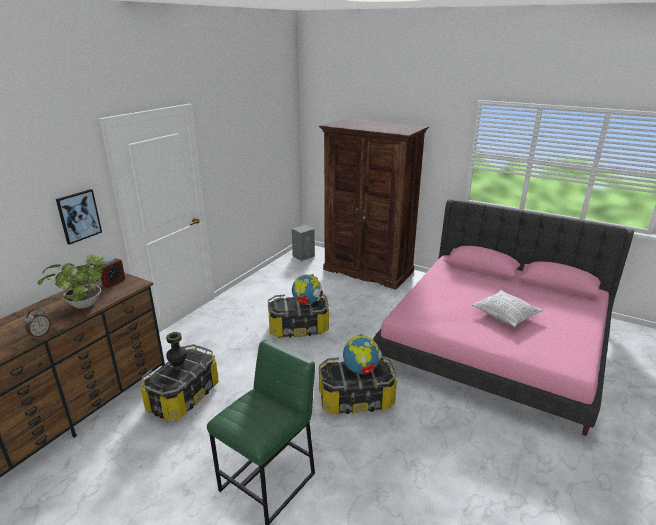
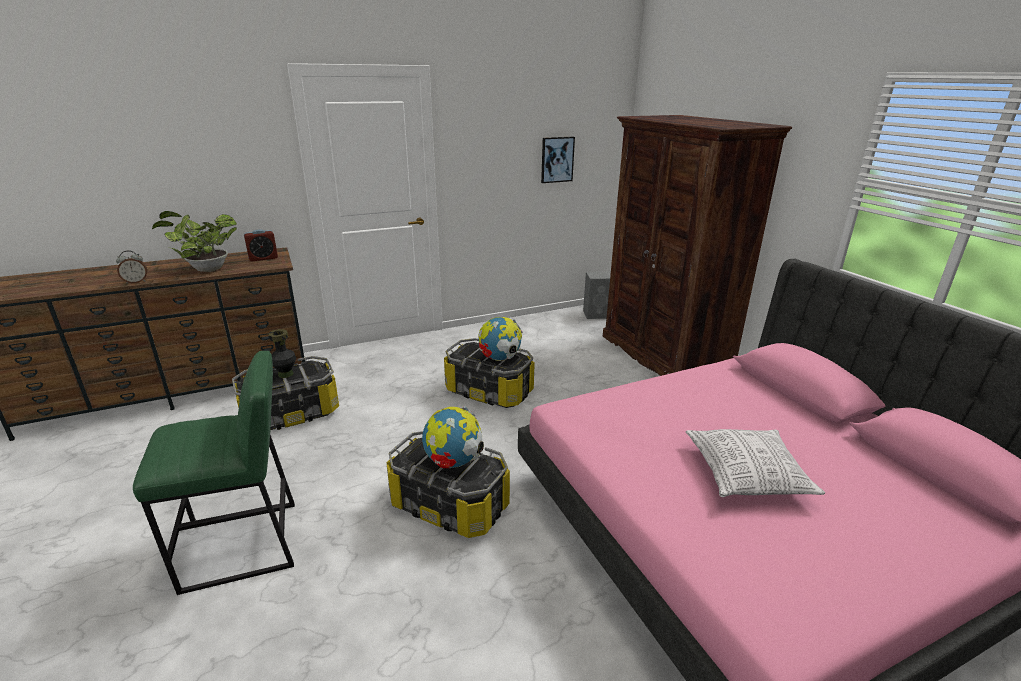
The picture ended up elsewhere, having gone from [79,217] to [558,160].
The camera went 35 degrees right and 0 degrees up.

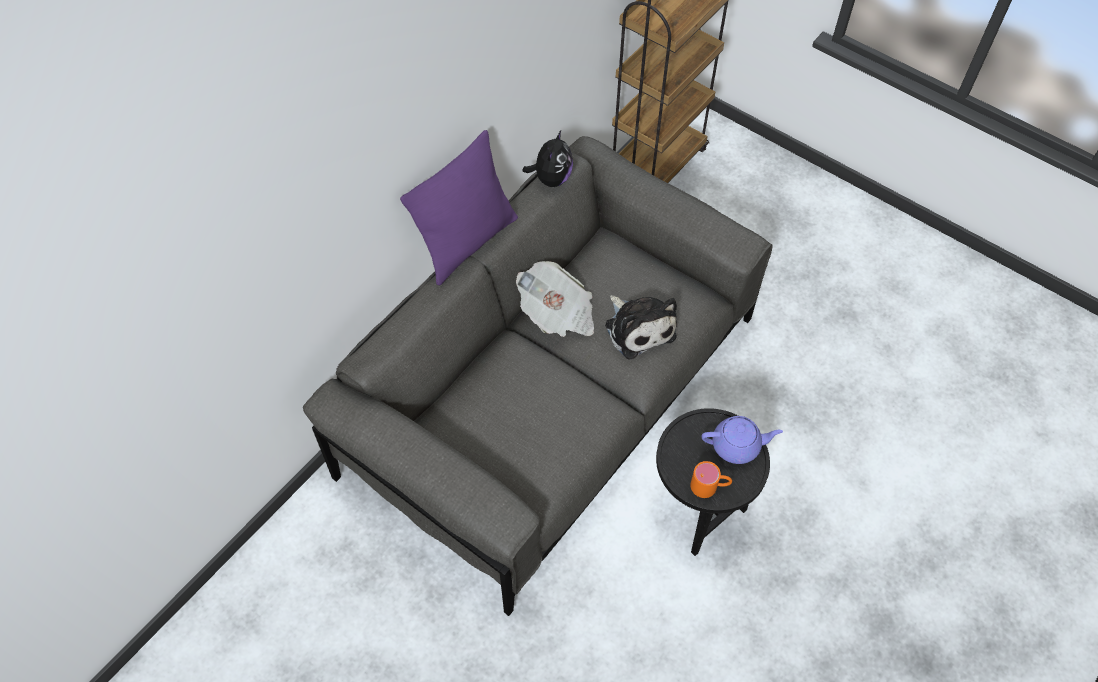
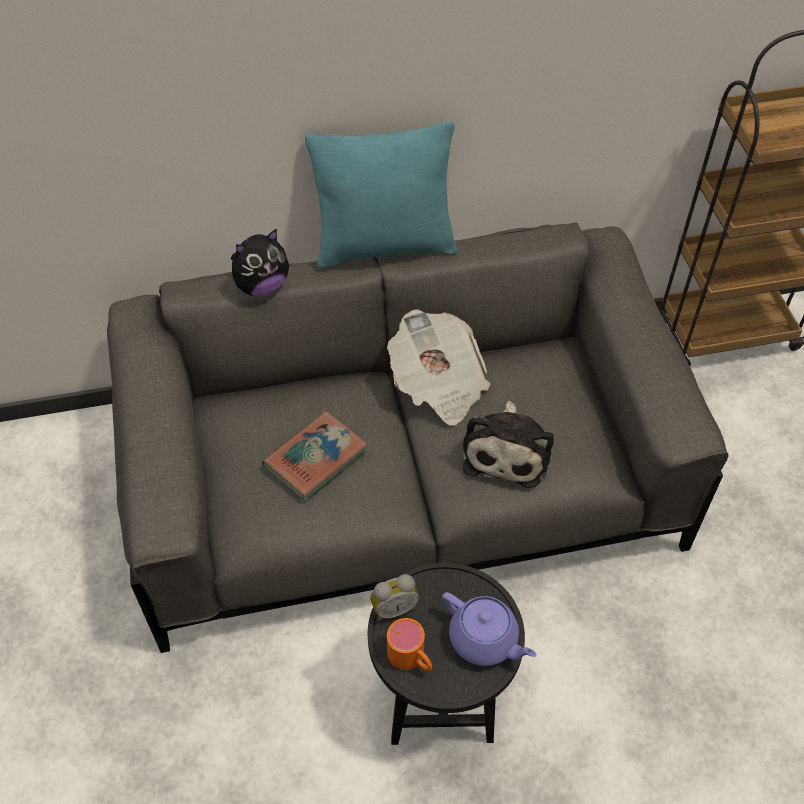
The second view gained the book at [314,456].
The second view gained the alarm clock at [394,597].
The plush toy ended up elsewhere, having gone from [547,159] to [260,262].
What was the purple pillow at [459,207] turned into the turquoise pillow at [381,194].
The camera went 40 degrees right and 5 degrees down.

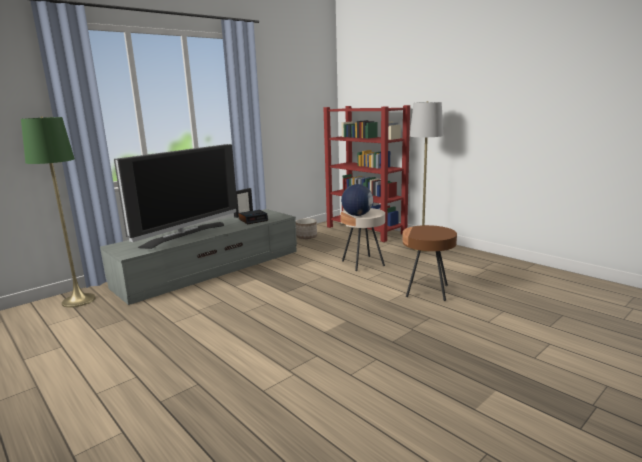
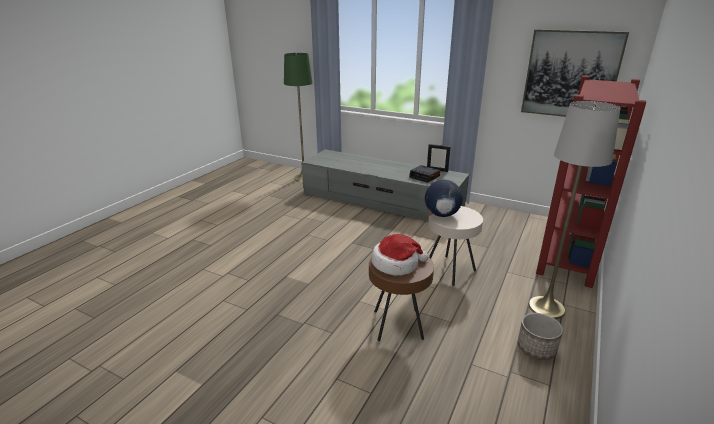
The second view lost the television at [176,196].
The second view gained the hat at [399,255].
The second view gained the picture at [575,73].
The planter ended up elsewhere, having gone from [306,228] to [540,336].
The camera went 70 degrees right and 10 degrees up.

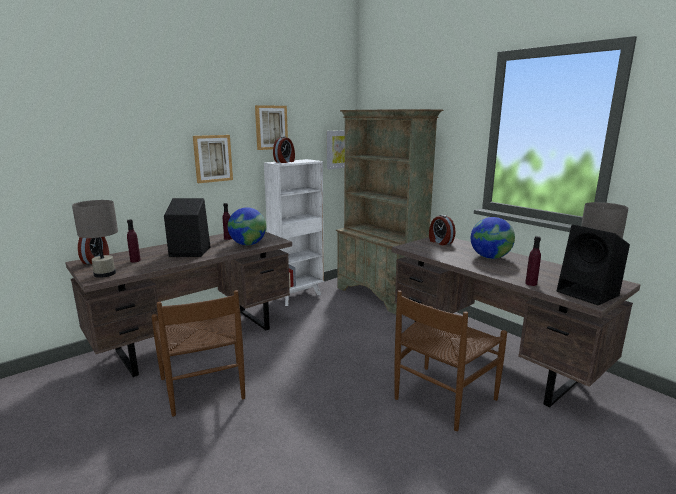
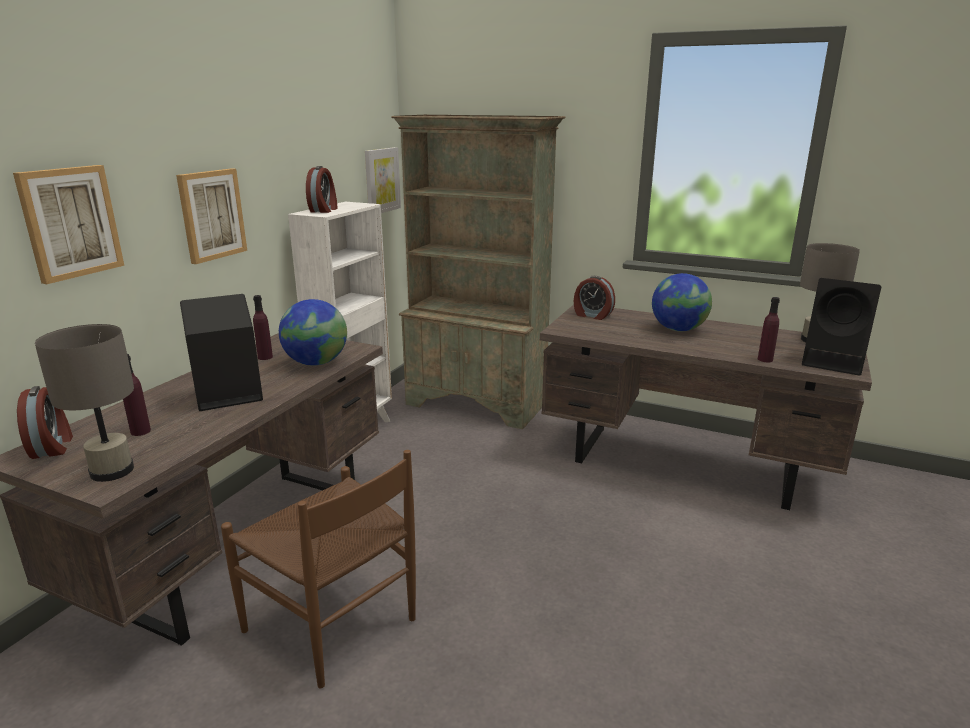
The second view lost the brown chair at [450,360].
The picture ended up elsewhere, having gone from [271,127] to [68,224].
The camera went 25 degrees left and 5 degrees up.

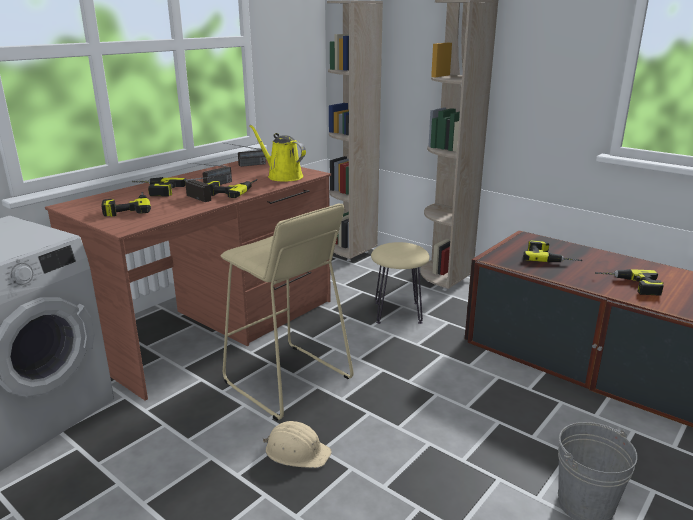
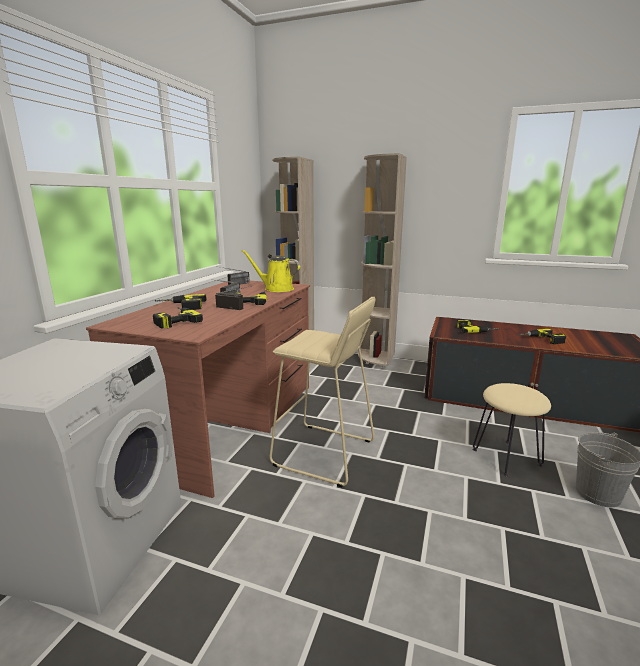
The second view lost the beige hard hat at [297,444].
The beige stool ended up elsewhere, having gone from [400,283] to [511,429].
The camera went 20 degrees left and 5 degrees down.

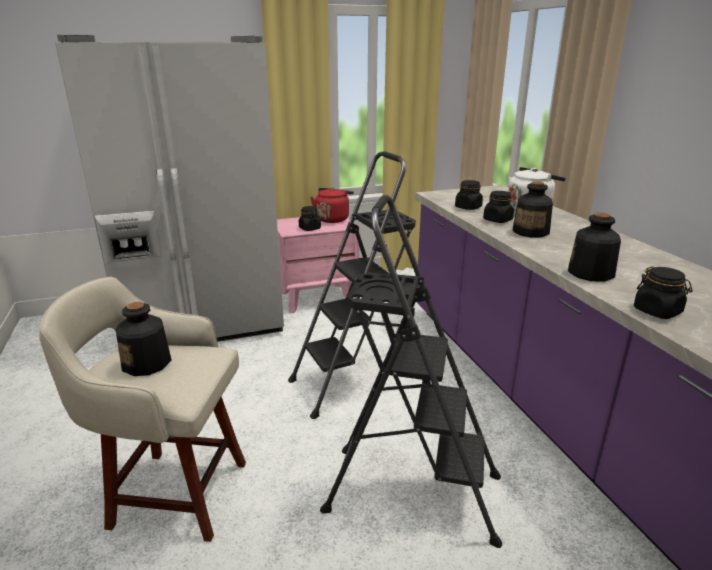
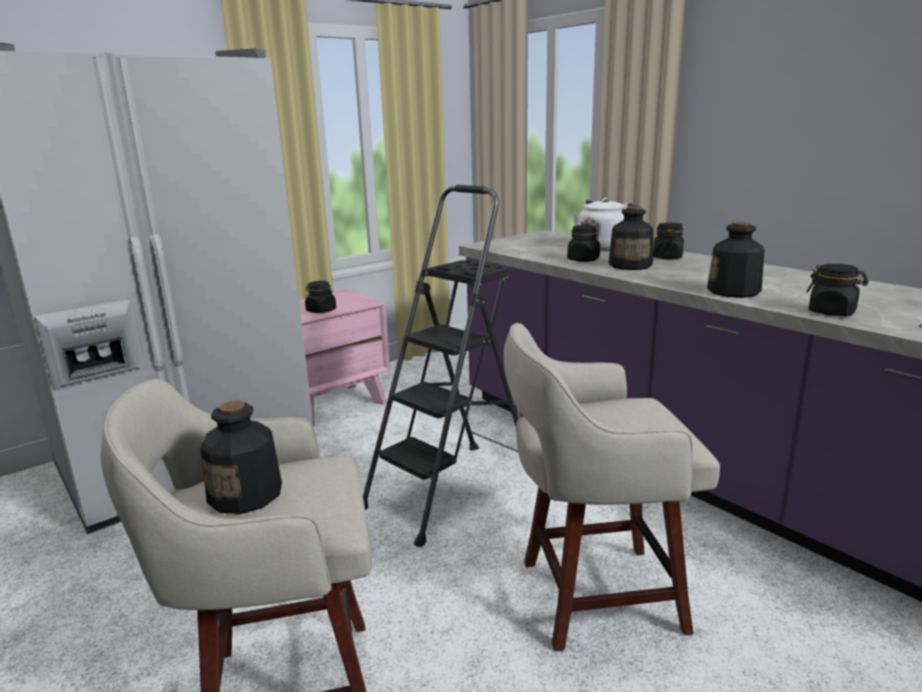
The second view lost the red kettle at [332,205].
The black jar ended up elsewhere, having gone from [469,195] to [668,241].
Where the step ladder stood at [411,371], the beige stool came to stand at [612,487].
The camera went 20 degrees left and 5 degrees down.

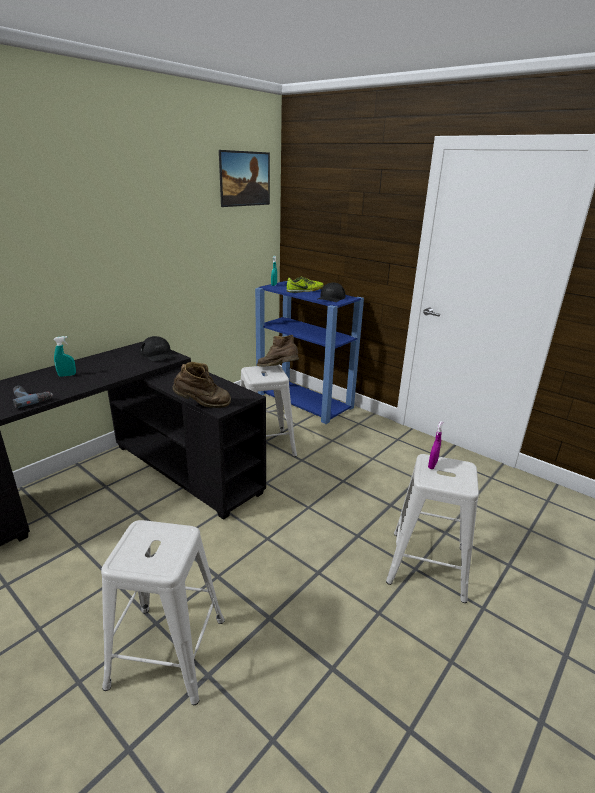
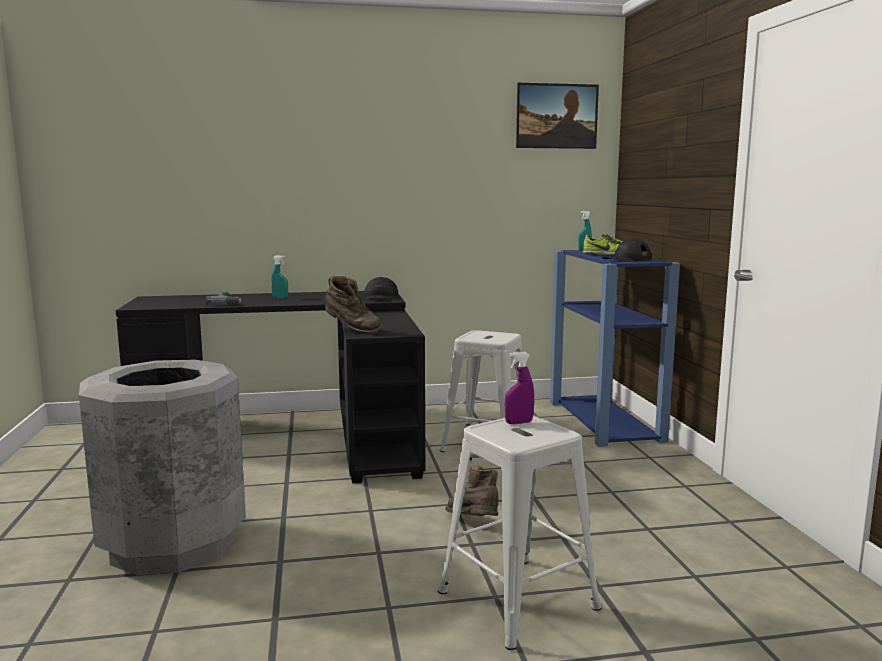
The brown boot ended up elsewhere, having gone from [278,351] to [471,491].
Where the white stool stood at [163,612], the grey trash can came to stand at [162,467].
The camera went 40 degrees right and 15 degrees down.

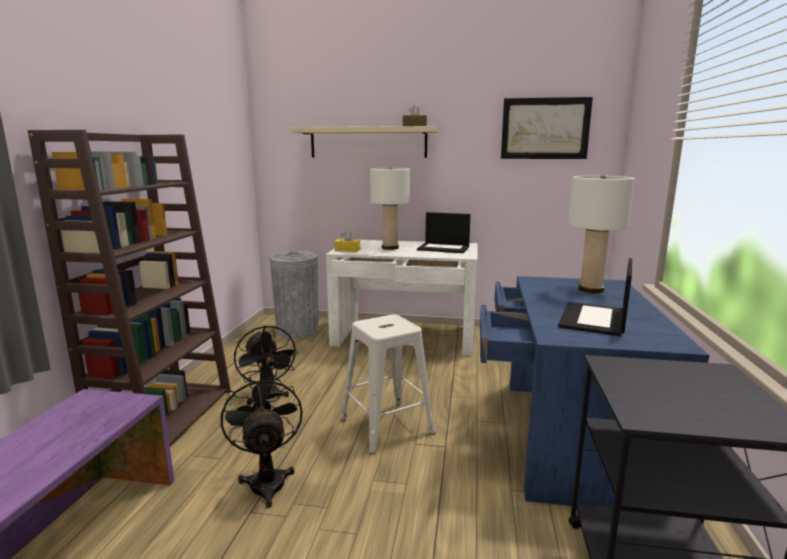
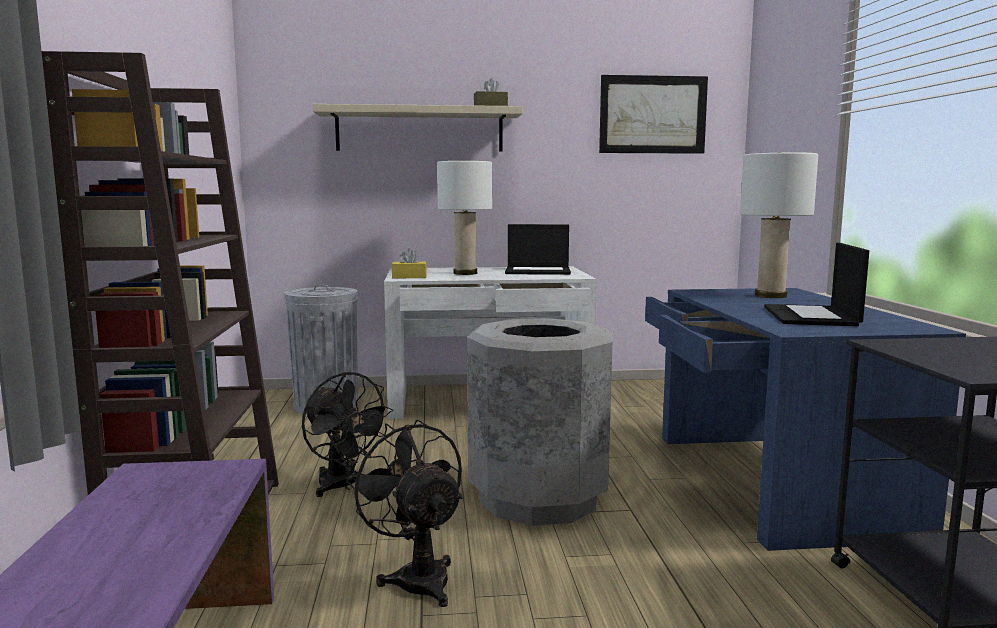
Where the white stool stood at [388,385], the grey trash can came to stand at [540,422].
The camera went 15 degrees left and 5 degrees down.

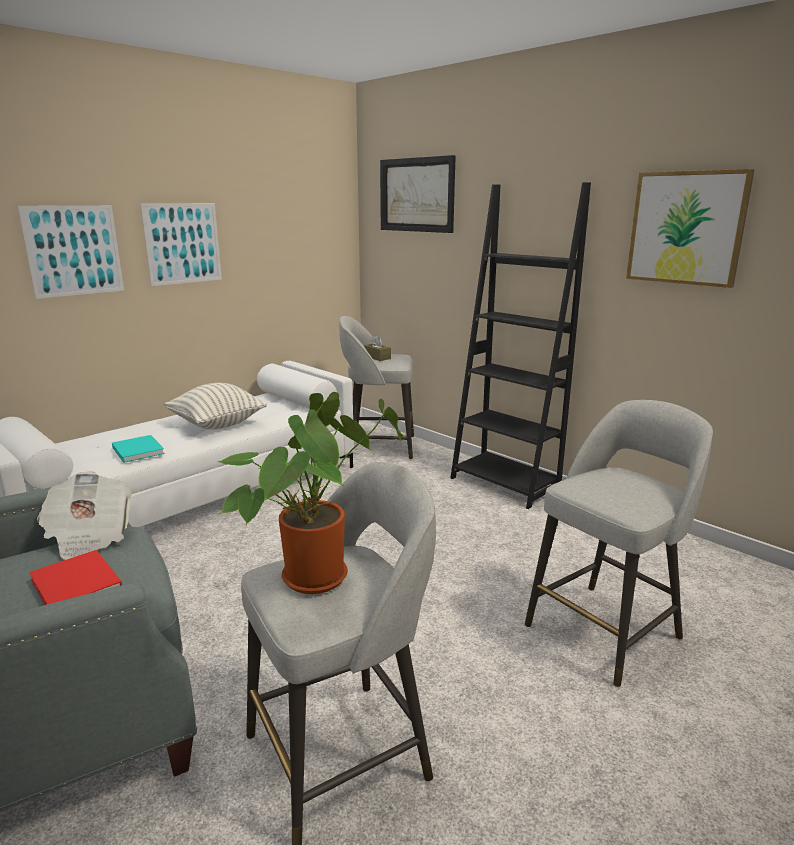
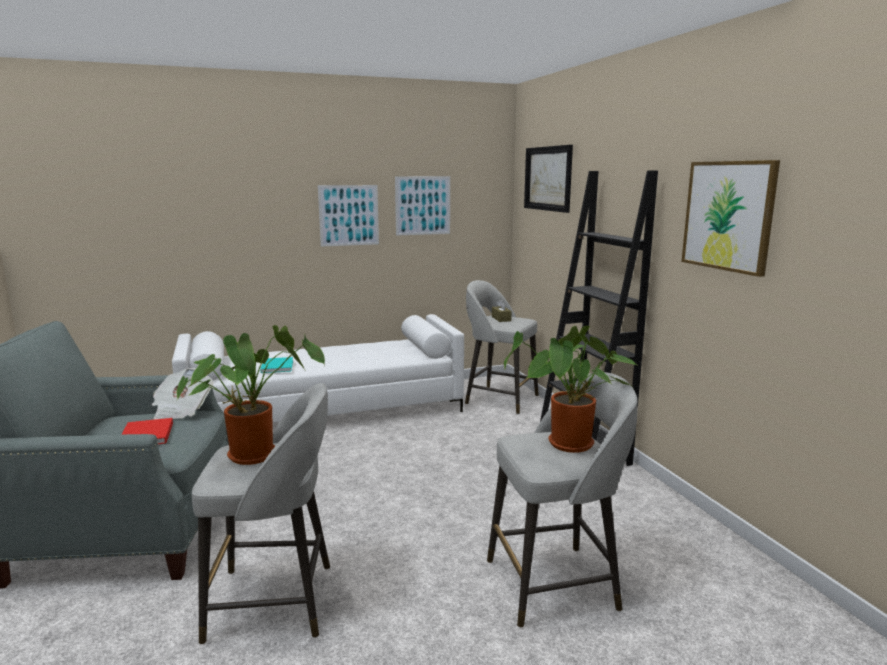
The second view lost the pillow at [215,406].
The second view gained the potted plant at [571,389].
The picture ended up elsewhere, having gone from [70,252] to [422,206].
The camera went 25 degrees right and 5 degrees down.

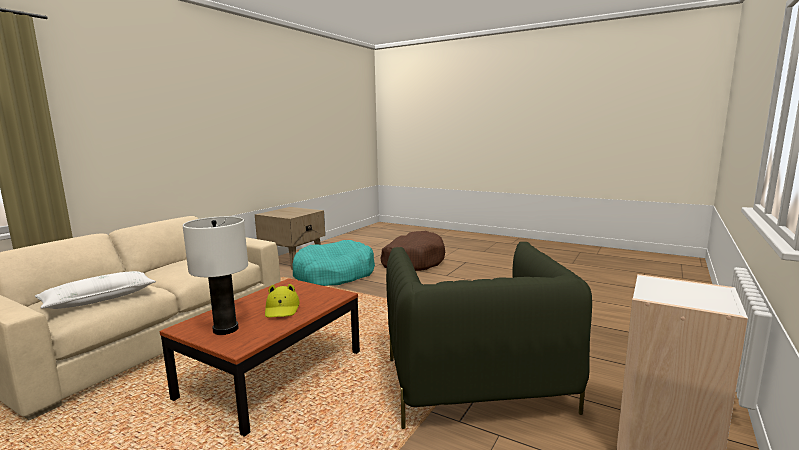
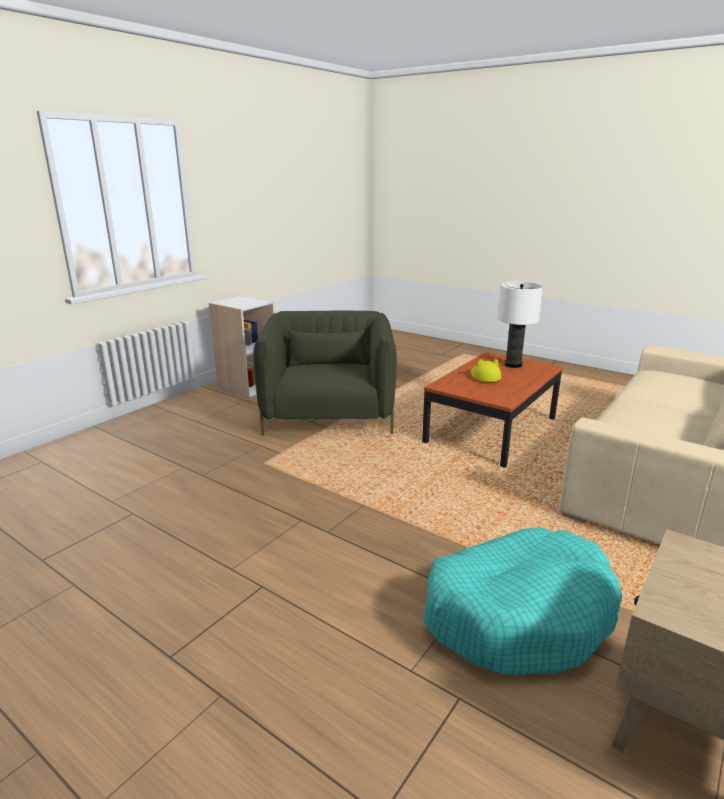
The second view lost the white pillow at [95,290].
The second view lost the brown dog bed at [413,251].
The camera went 175 degrees left and 10 degrees up.

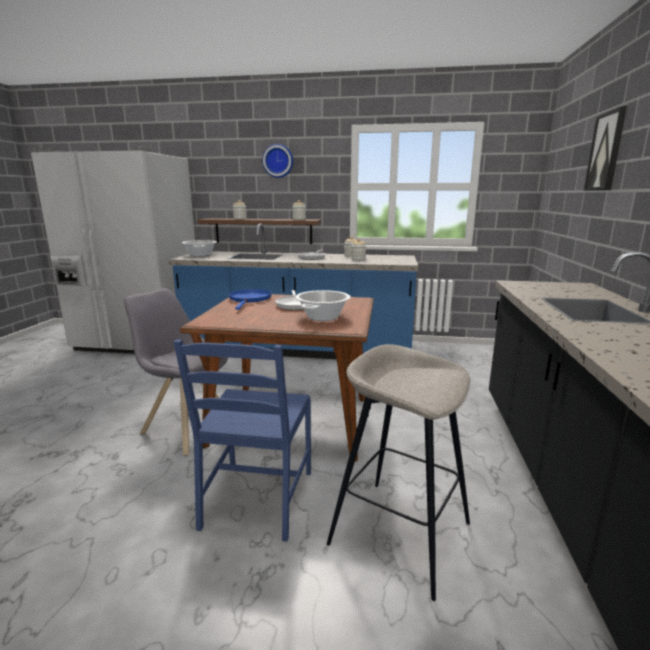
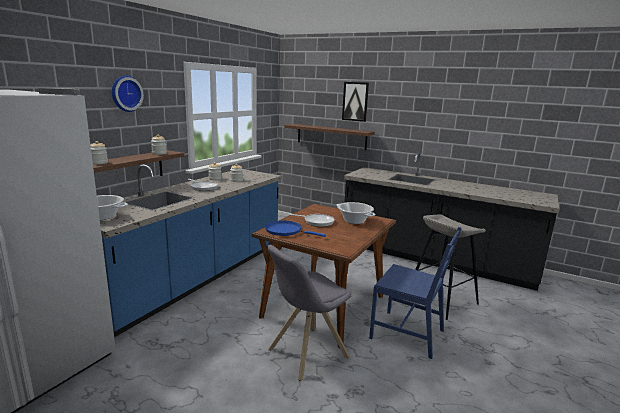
The second view gained the brown shelf at [329,137].
The camera went 70 degrees left and 0 degrees up.

